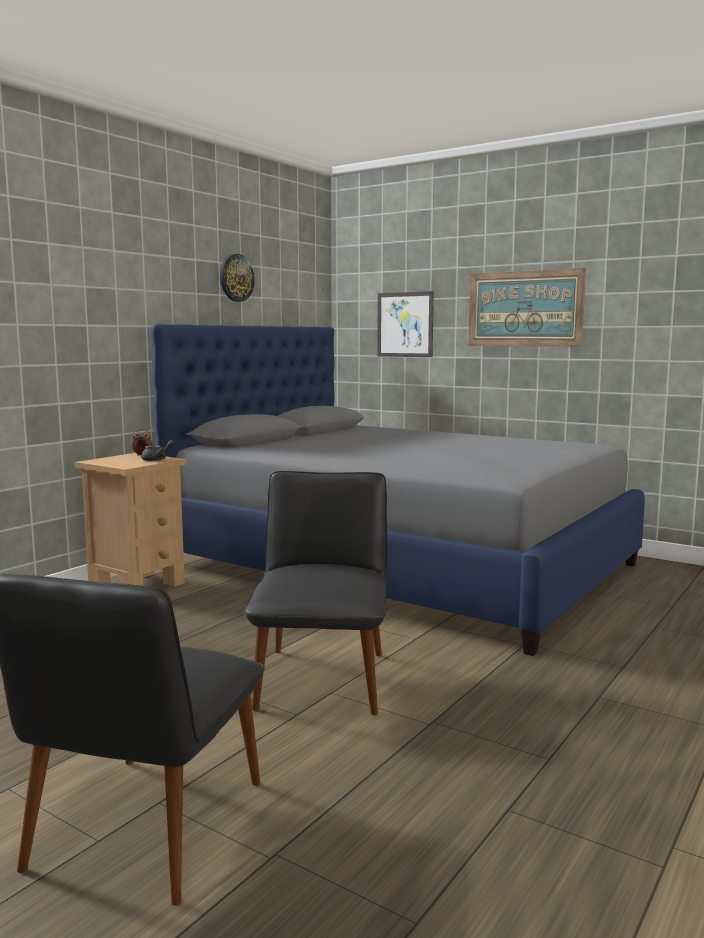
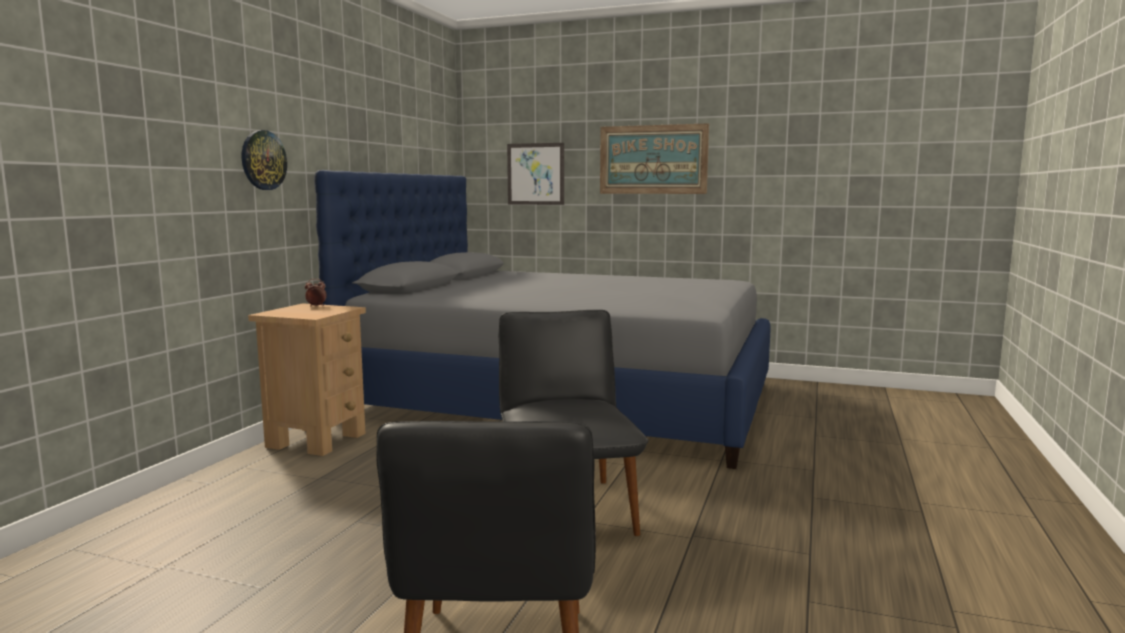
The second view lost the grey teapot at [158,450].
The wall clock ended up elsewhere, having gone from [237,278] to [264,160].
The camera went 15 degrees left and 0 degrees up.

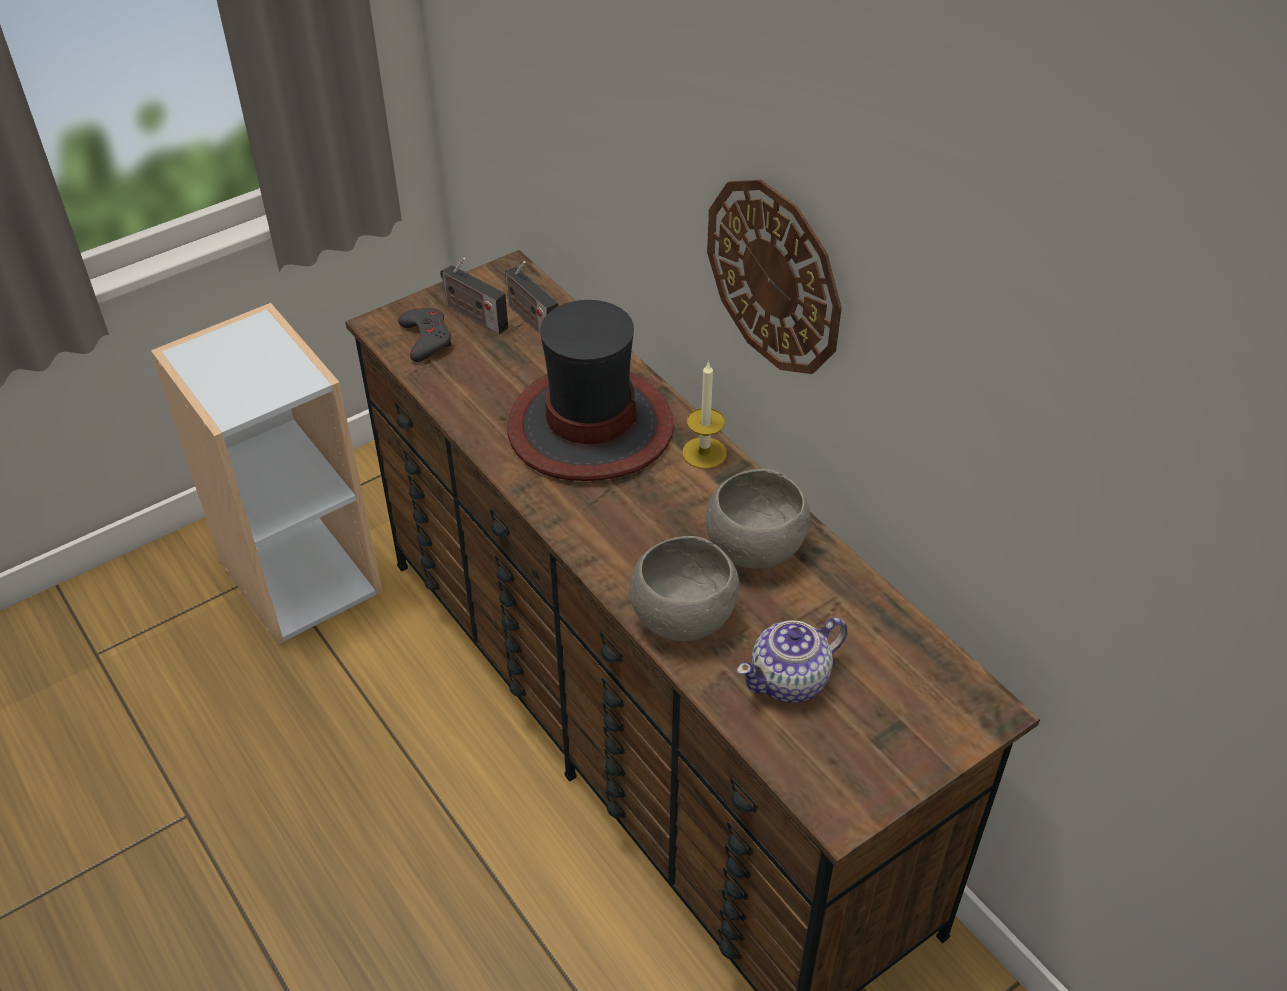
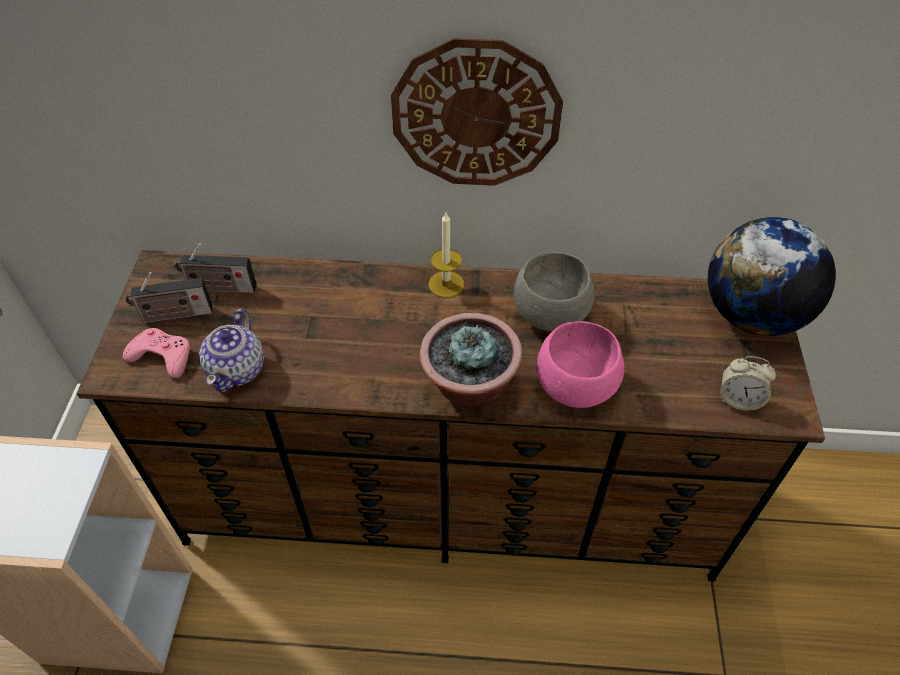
The second view lost the hat at [590,390].
The second view gained the potted plant at [471,361].
The second view gained the globe at [772,276].
The second view gained the alarm clock at [748,383].
The teapot ended up elsewhere, having gone from [792,660] to [231,350].
What was the grey game controller at [424,335] turned into the pink game controller at [156,353].
What was the grey bowl at [684,588] turned into the pink bowl at [580,364].
The camera went 50 degrees left and 5 degrees up.

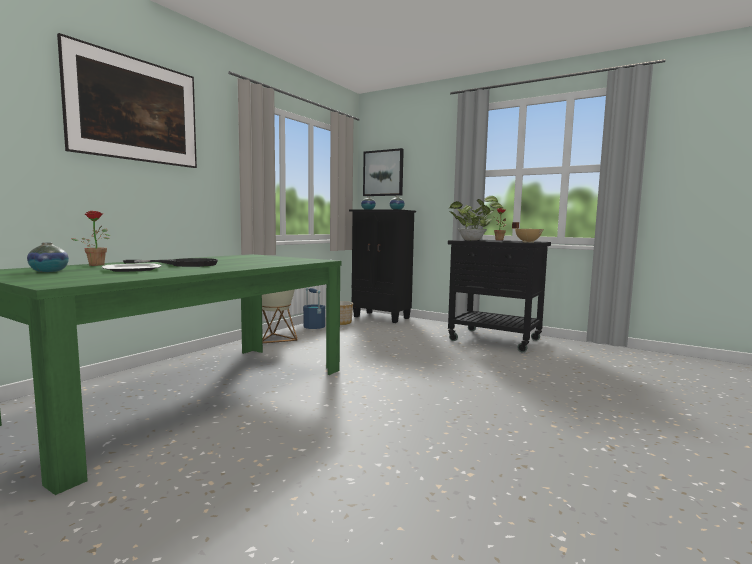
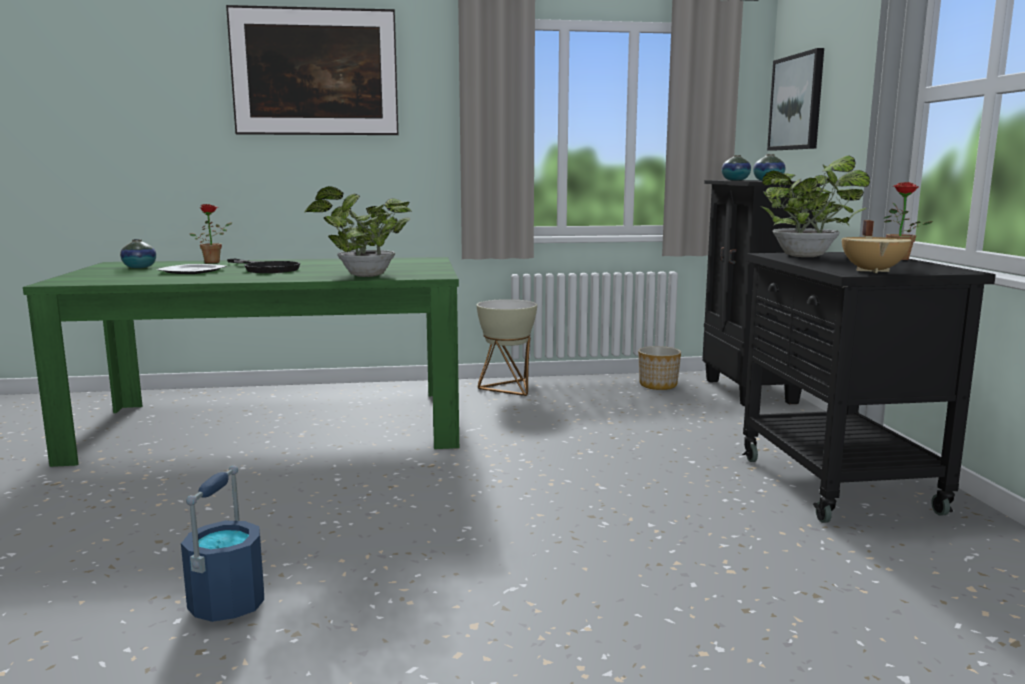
The second view gained the potted plant at [358,231].
The blue bucket ended up elsewhere, having gone from [314,308] to [222,544].
The camera went 50 degrees right and 5 degrees up.

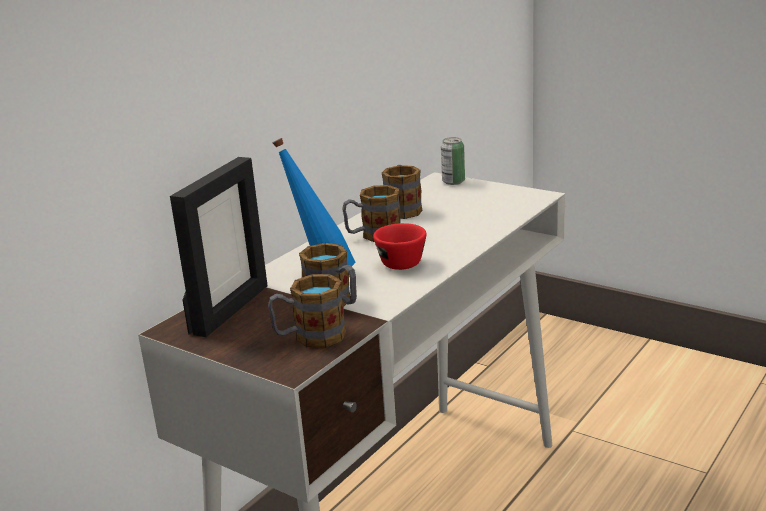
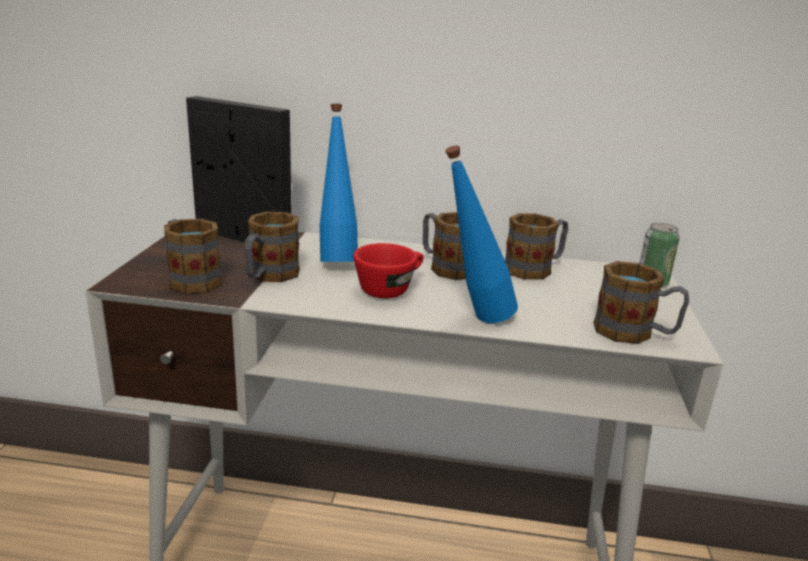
The second view gained the blue bottle at [481,234].
The second view gained the mug at [641,302].
The picture frame at [219,247] ended up facing another way, 150 degrees counterclockwise from before.
The camera went 60 degrees right and 0 degrees up.

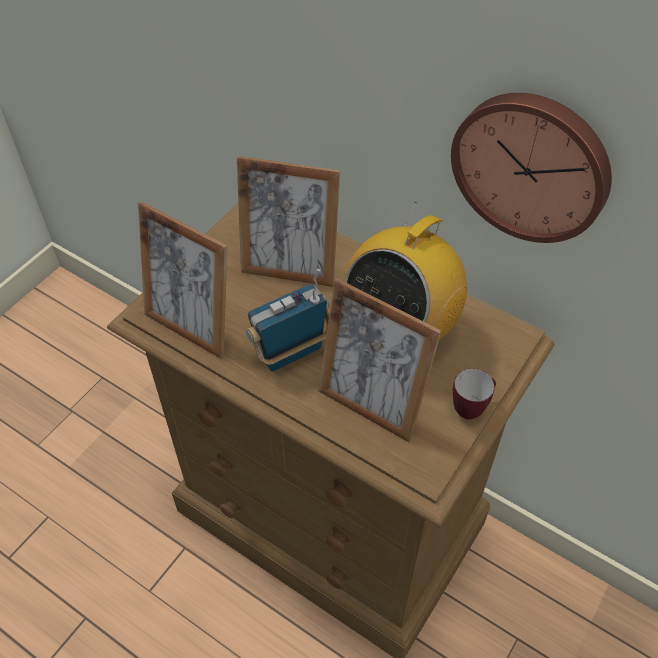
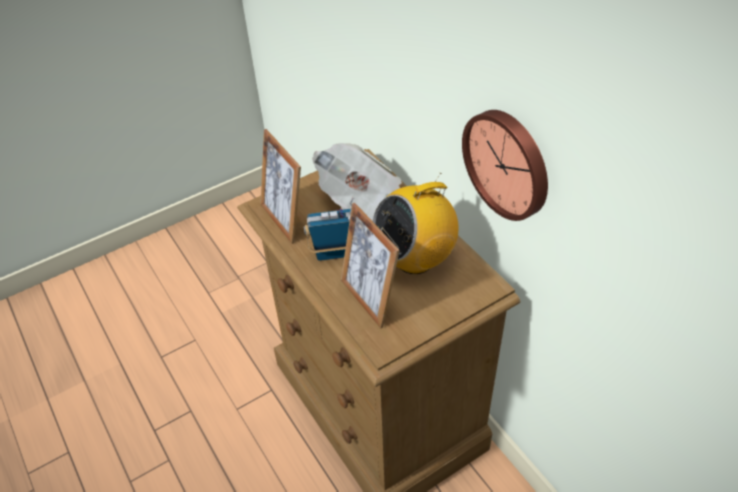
The second view lost the mug at [474,394].
Where the picture frame stood at [288,221], the newspaper came to stand at [357,181].
The camera went 25 degrees right and 5 degrees down.

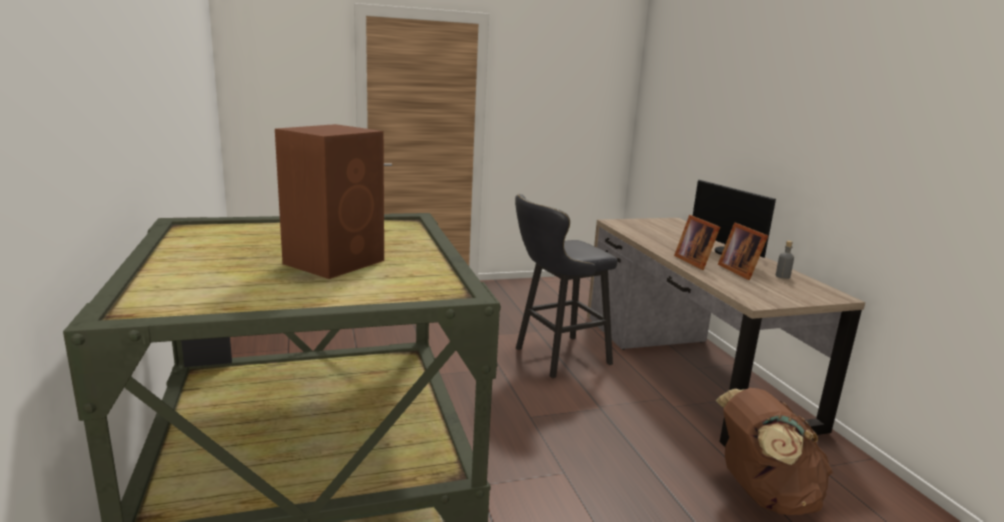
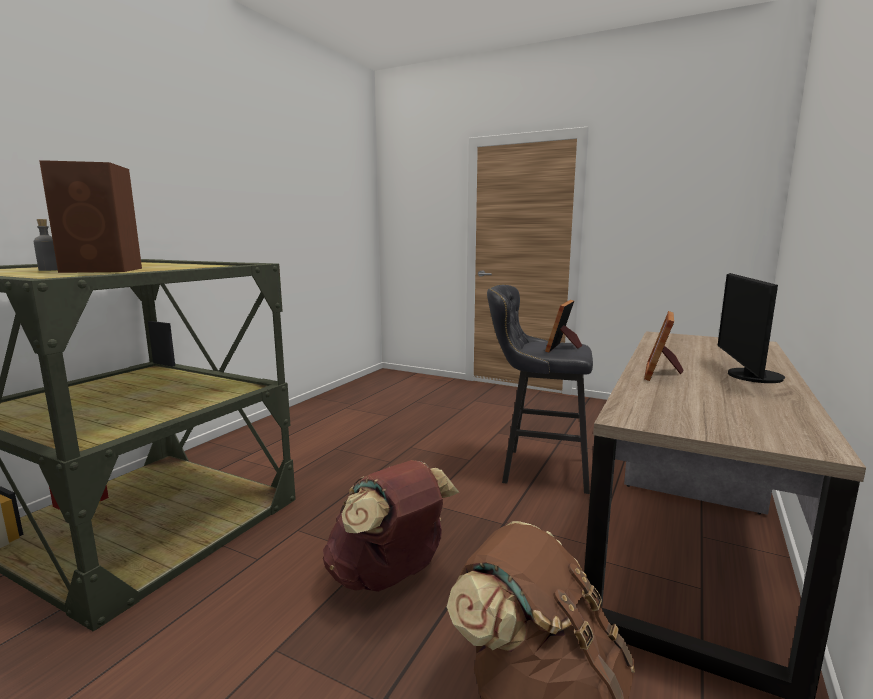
The second view gained the brown backpack at [391,526].
The picture frame ended up elsewhere, having gone from [743,251] to [563,326].
The grey bottle ended up elsewhere, having gone from [785,260] to [46,245].
The camera went 45 degrees right and 5 degrees down.

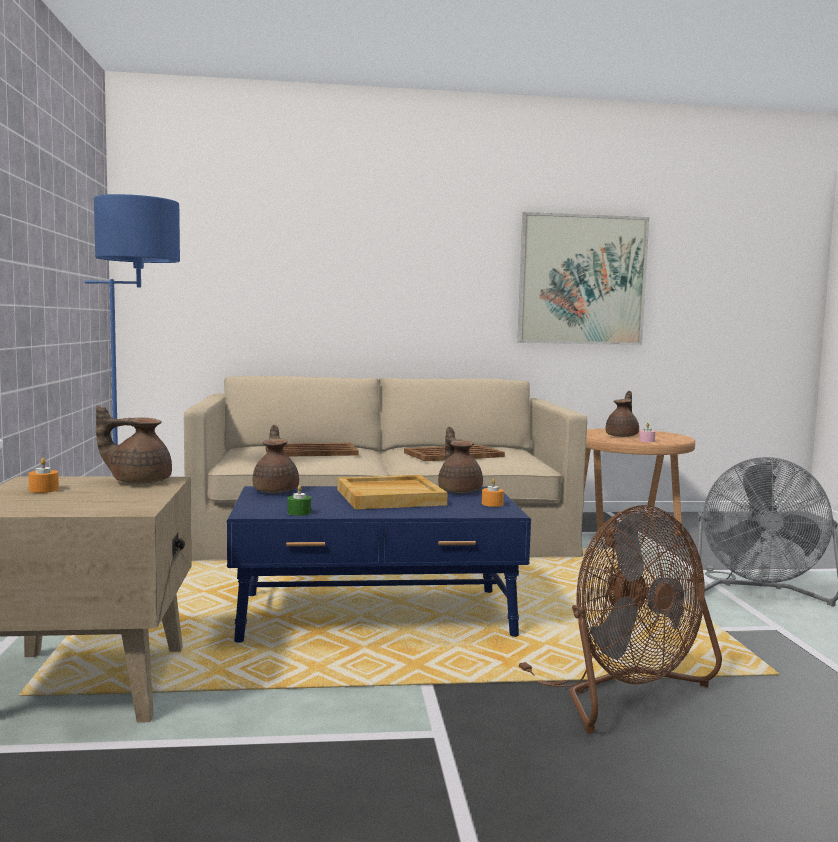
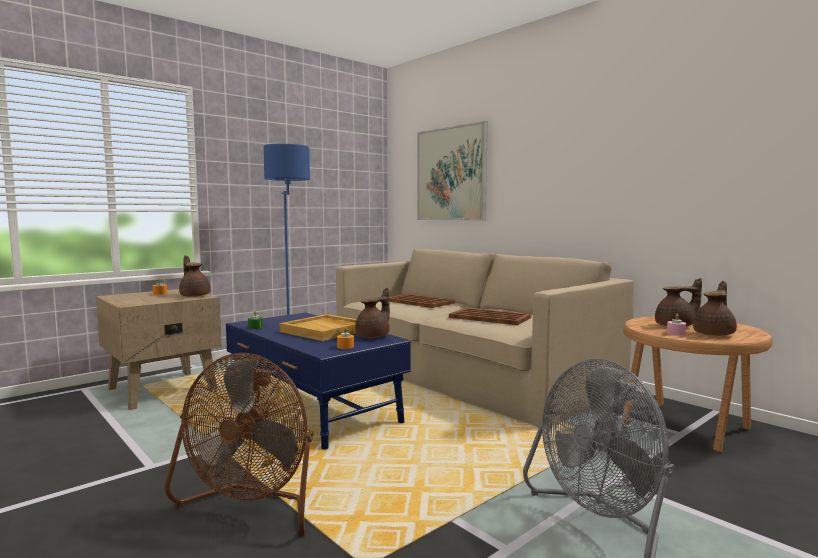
The brown teapot ended up elsewhere, having gone from [275,459] to [715,308].
The picture ended up elsewhere, having gone from [583,278] to [452,171].
The camera went 55 degrees right and 0 degrees up.

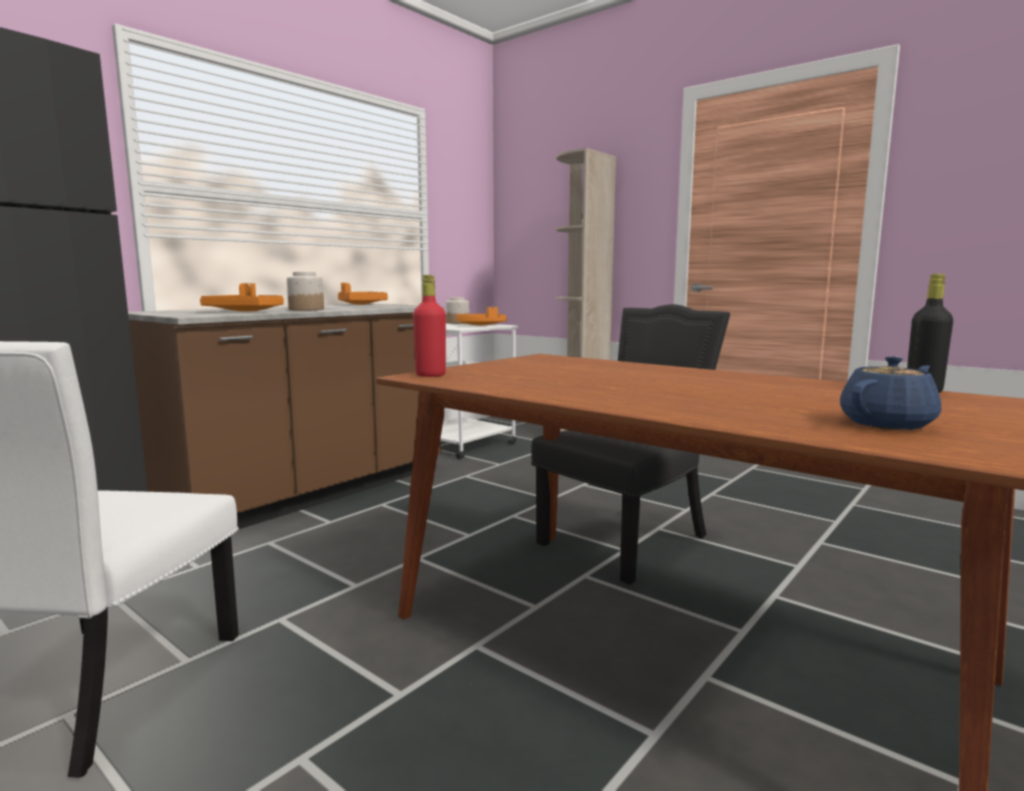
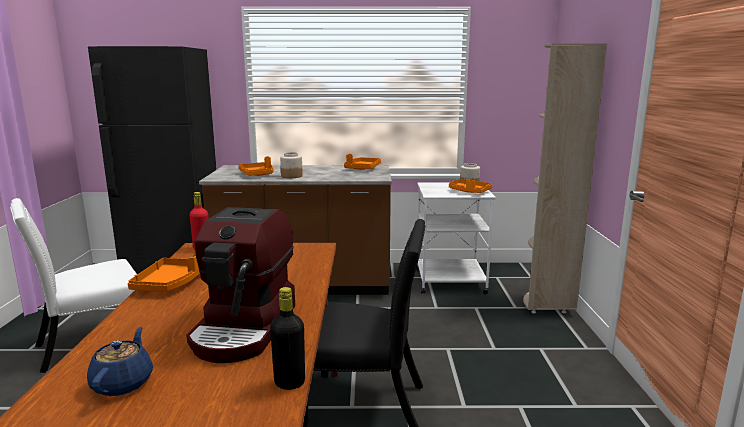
The second view gained the orange tray at [164,272].
The second view gained the coffee machine at [240,285].
The blue teapot at [890,393] ended up facing another way, 105 degrees counterclockwise from before.
The camera went 50 degrees right and 5 degrees up.

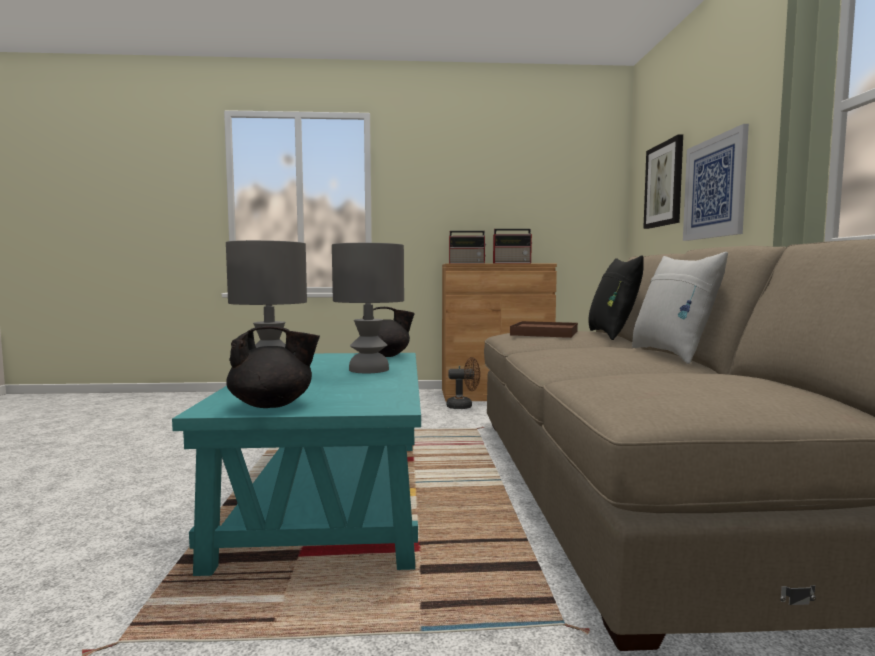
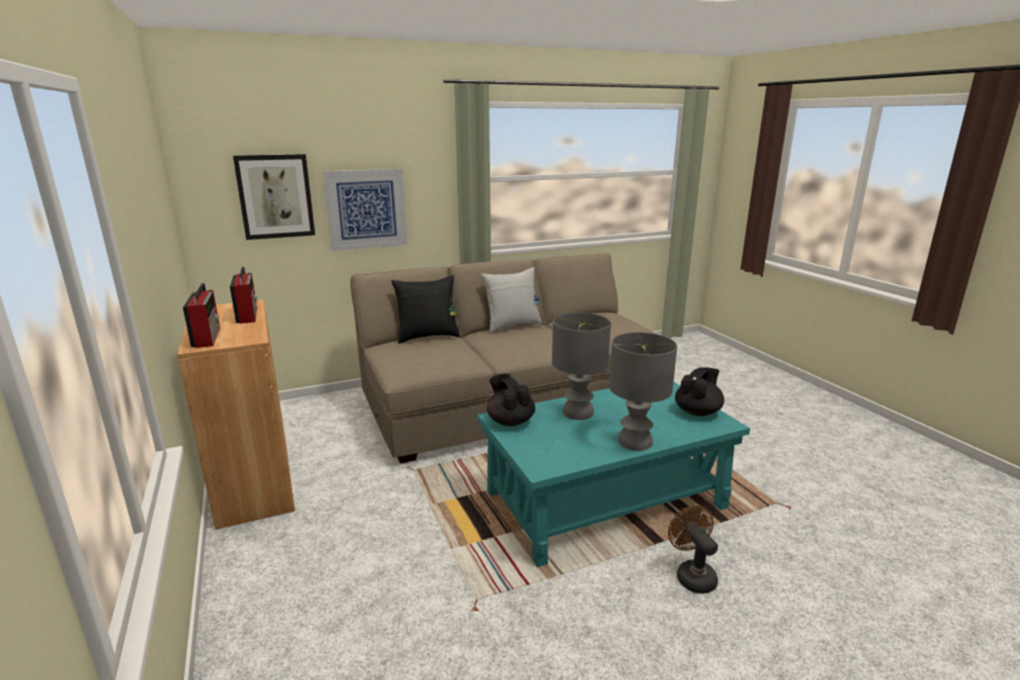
The second view lost the brown tray at [544,329].
The brown fan ended up elsewhere, having gone from [463,383] to [693,549].
The black teapot at [273,366] ended up facing another way, 75 degrees clockwise from before.
The camera went 110 degrees left and 15 degrees up.

